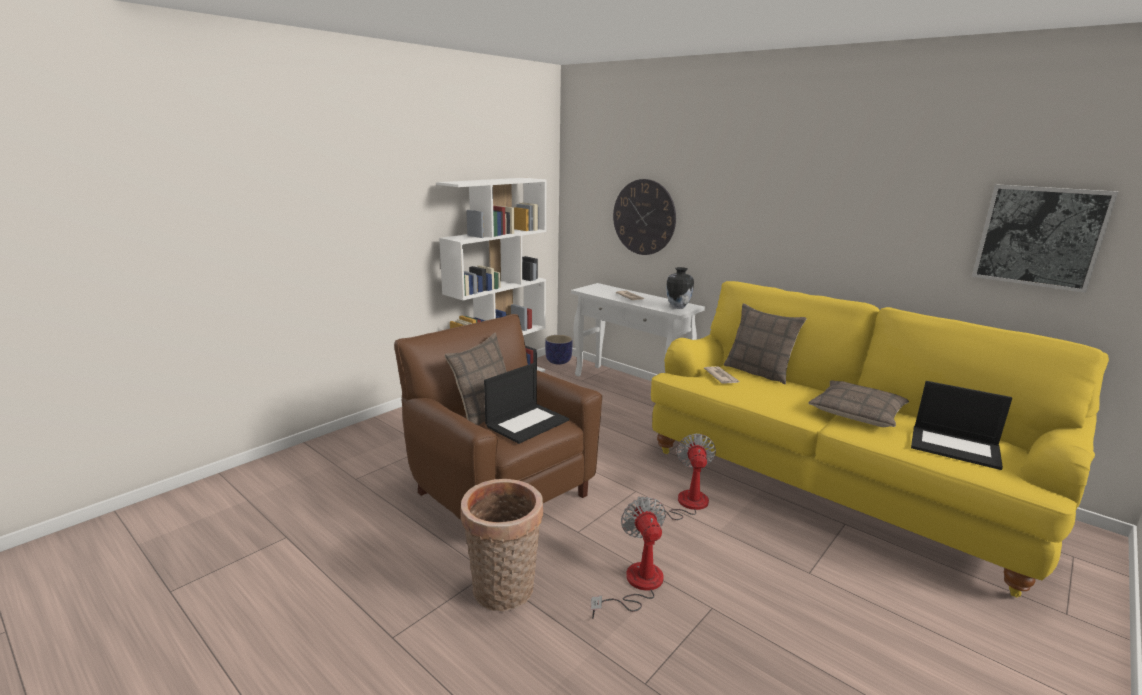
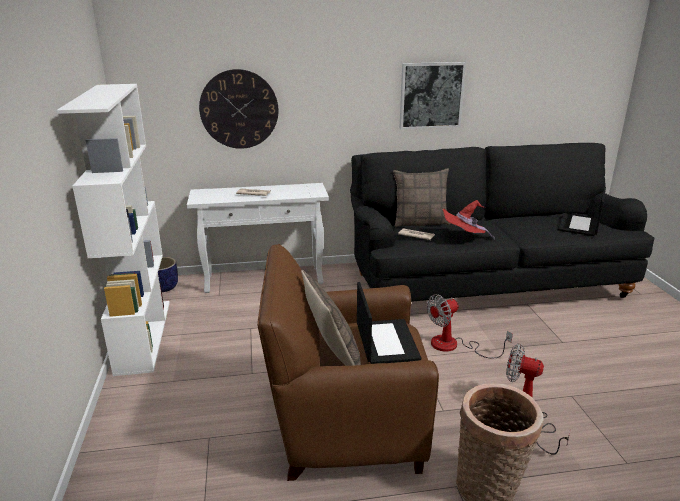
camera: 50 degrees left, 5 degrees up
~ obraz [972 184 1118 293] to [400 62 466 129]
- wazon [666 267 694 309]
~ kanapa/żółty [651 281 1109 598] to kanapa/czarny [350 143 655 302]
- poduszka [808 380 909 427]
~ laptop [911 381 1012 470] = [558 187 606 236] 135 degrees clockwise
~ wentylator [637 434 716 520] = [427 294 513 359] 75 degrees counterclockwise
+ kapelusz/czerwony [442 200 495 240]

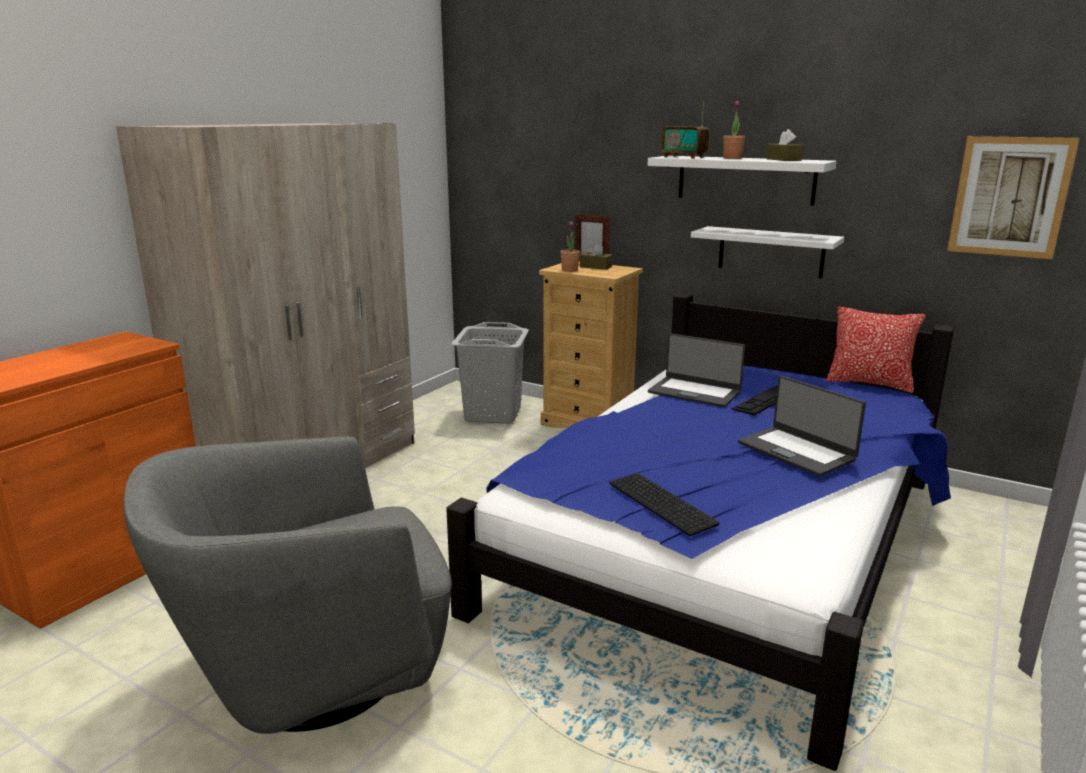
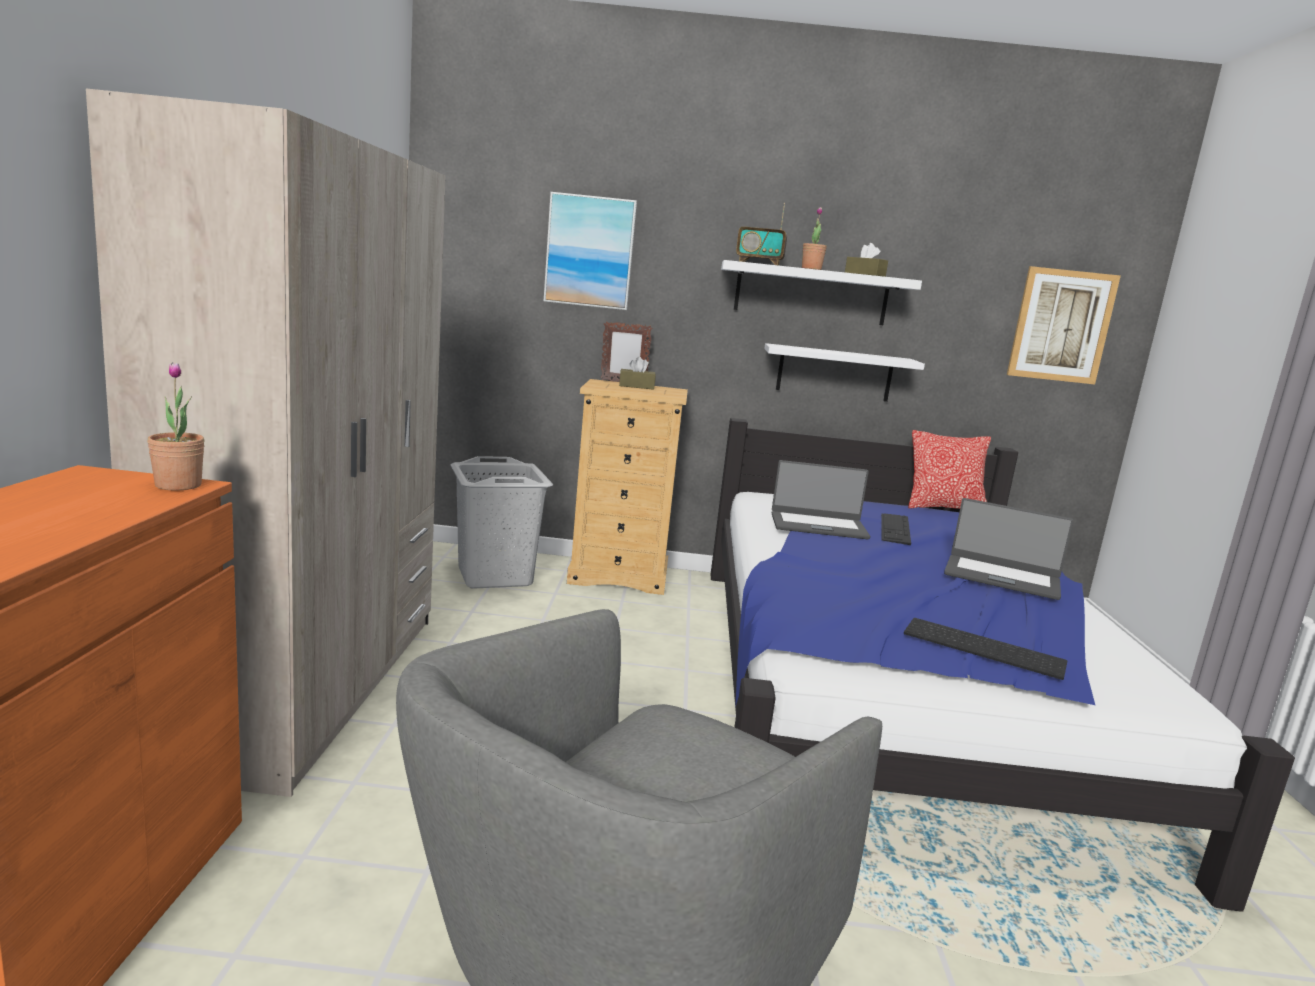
camera: 30 degrees left, 5 degrees down
~ roślina doniczkowa [560 221 580 272] to [147 362 205 490]
+ obraz [543 192 637 310]

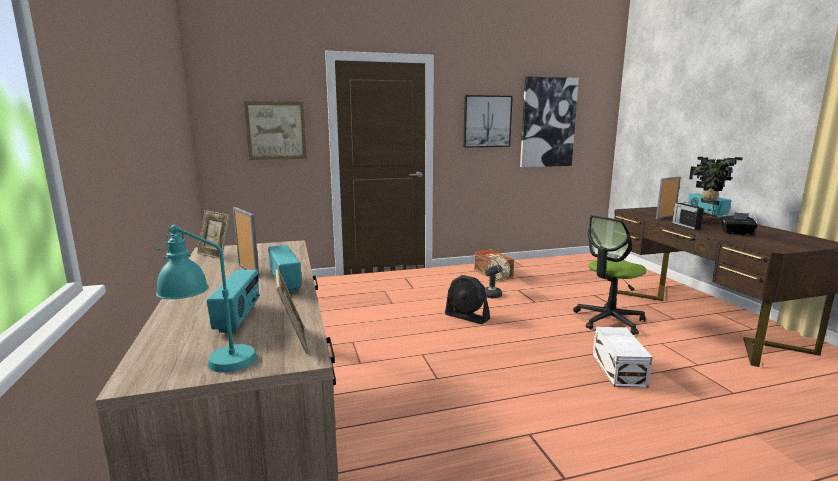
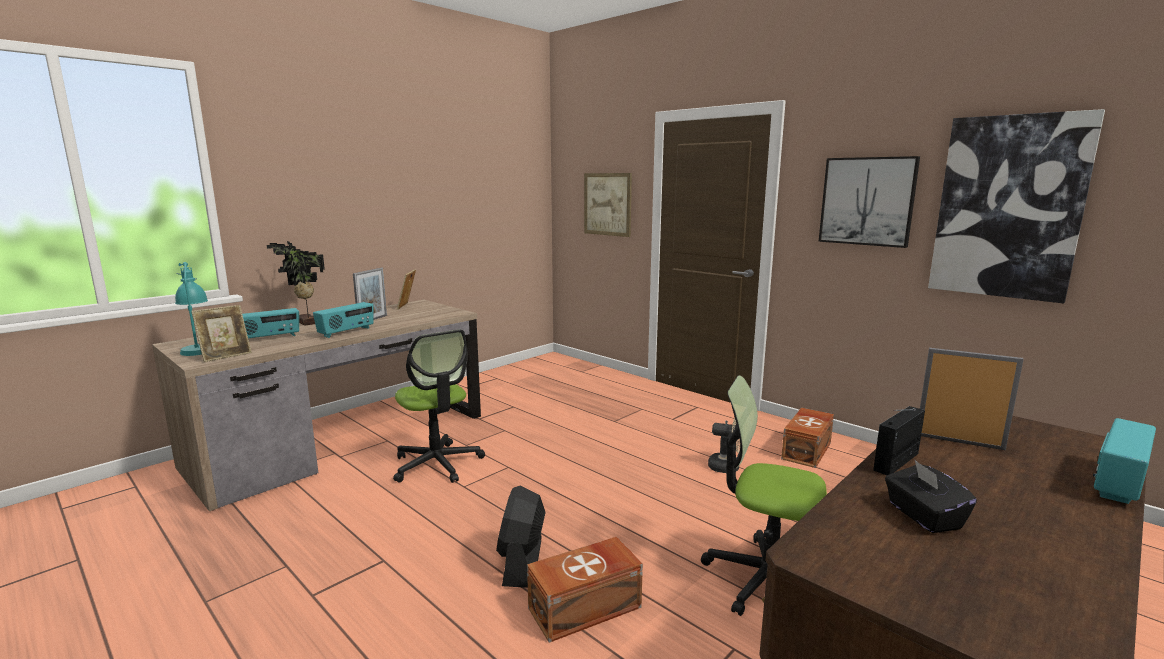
camera: 60 degrees right, 0 degrees up
~ roślina doniczkowa [689 157 743 224] to [266 241 325 326]
~ wentylator/czarny [445 275 490 324] to [496 485 546 588]
~ pojemnik do przechowywania/biały [593 327 652 388] to pojemnik do przechowywania/brązowy [527 537 643 643]
+ krzesło biurowe [393 329 485 483]

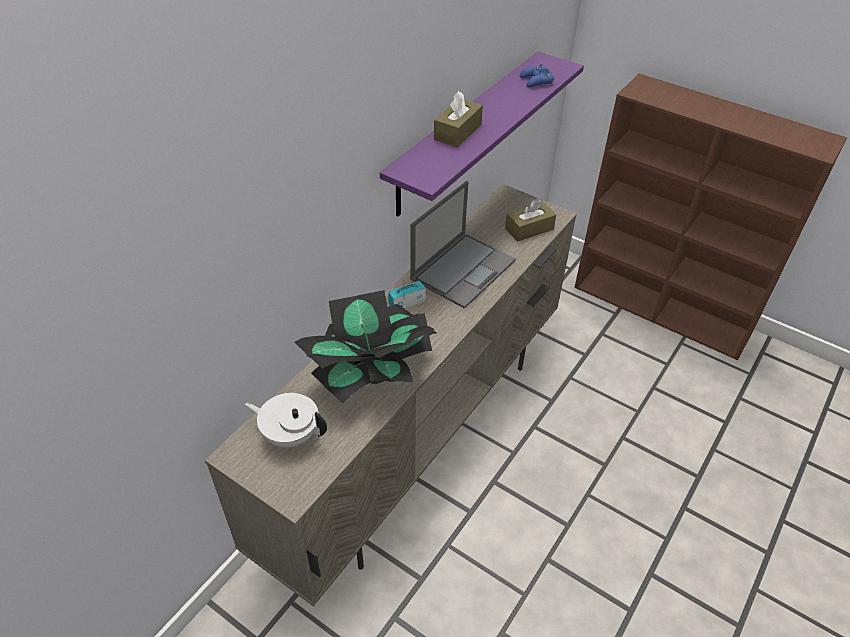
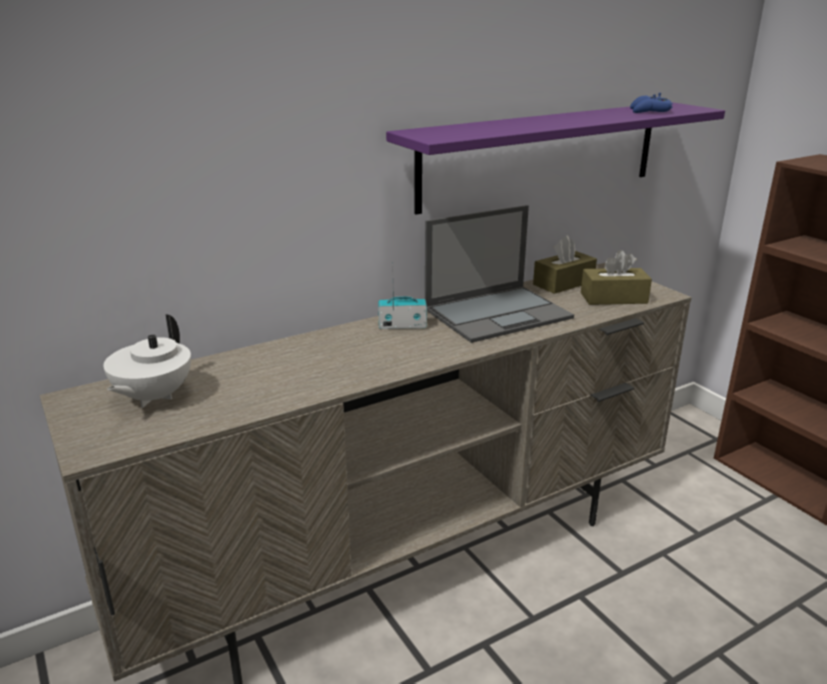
camera: 25 degrees right, 20 degrees down
~ pudełko chusteczek/brązowy [434 91 483 147] to [533 236 597 294]
- roślina doniczkowa [294 290 436 404]
~ imbryk/biały [245 393 327 448] = [103 314 191 408] 120 degrees counterclockwise

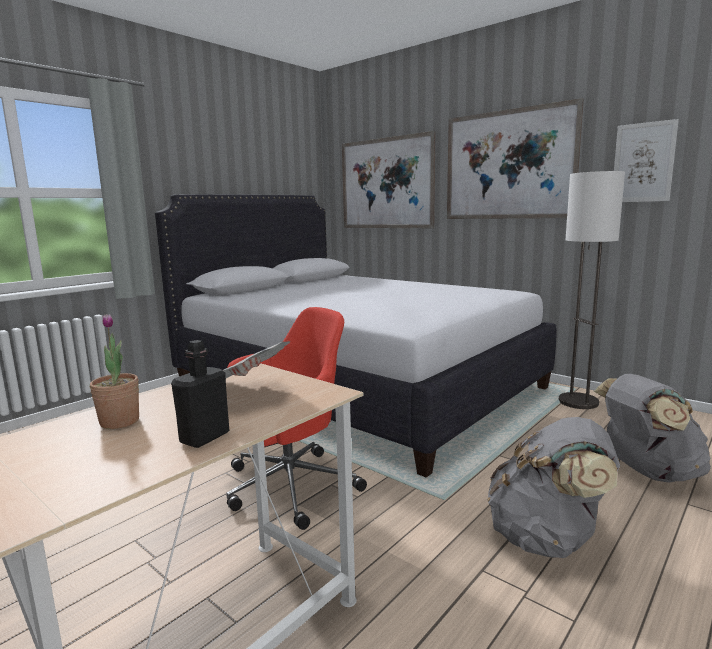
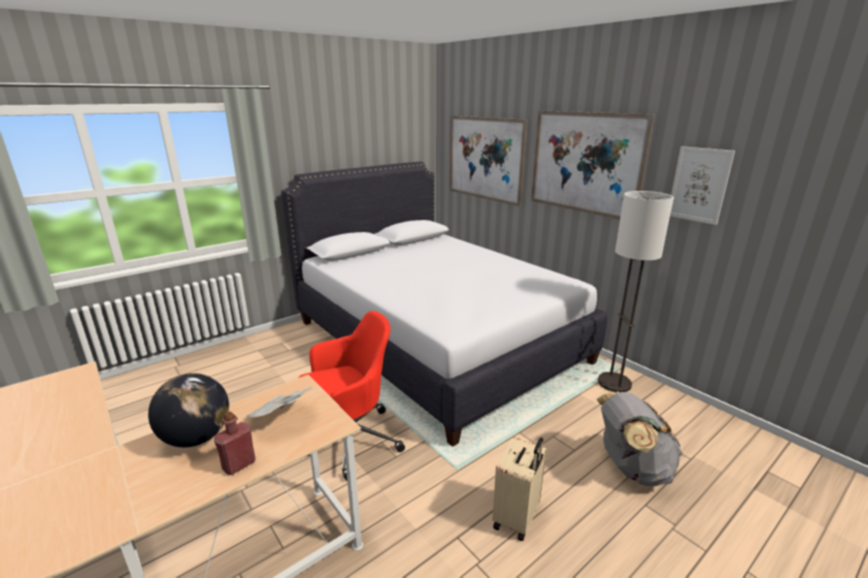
camera: 10 degrees right, 10 degrees up
~ roślina doniczkowa [90 314 139 429] to globus [148 373 229 447]
~ butelka/czarny [171 340 230 448] to butelka/czerwony [214 411 255 475]
~ plecak/szary [487 417 620 558] to walizka/beżowy [492 437 546 541]

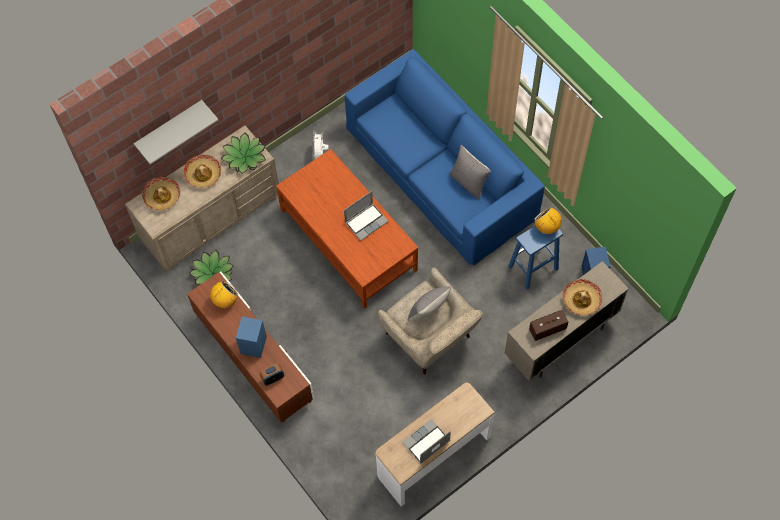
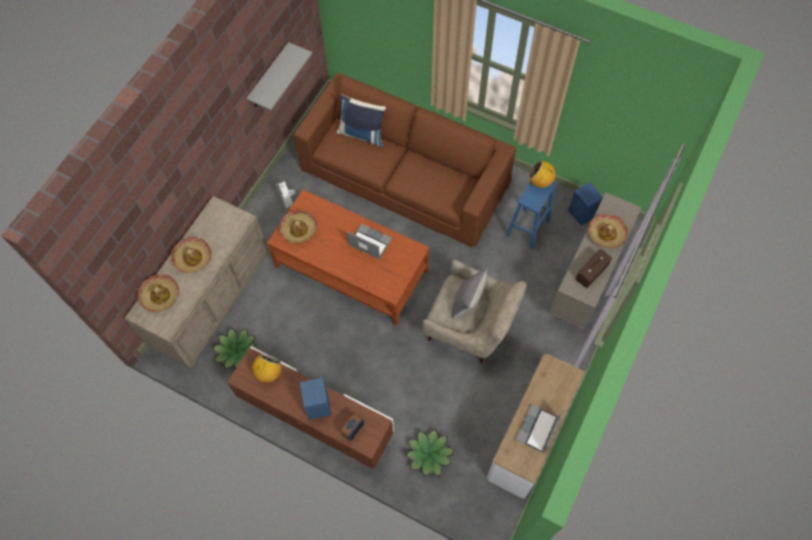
camera: 25 degrees left, 0 degrees up
~ kanapa/niebieski [345 49 545 265] to kanapa/brązowy [294 73 516 248]
~ półka/szary [134 100 218 165] to [246 42 313 110]
~ roślina doniczkowa [221 133 266 173] to [406 429 455 477]
- poduszka/szary [449 145 491 200]
~ laptop [344 191 388 241] = [347 224 392 260] 90 degrees counterclockwise
+ poduszka/niebieski [336 94 386 148]
+ kapelusz [279 210 317 244]

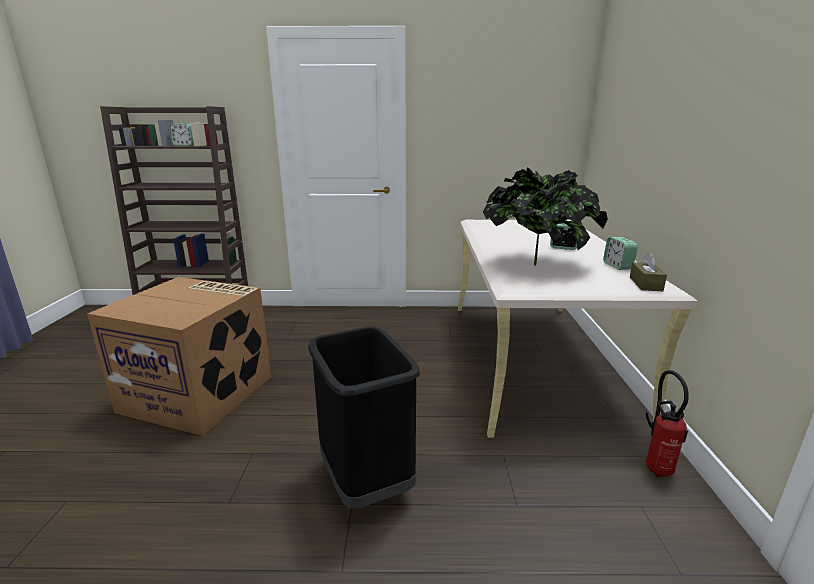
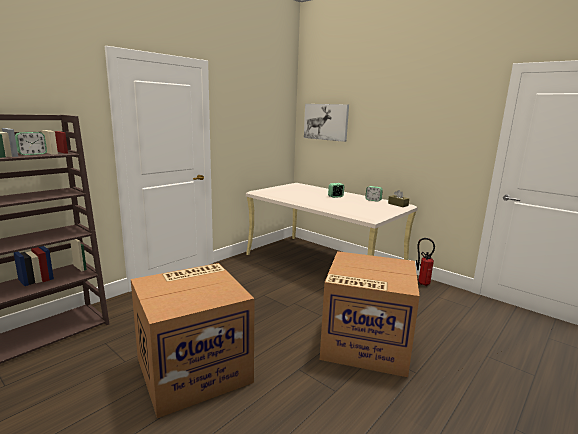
camera: 50 degrees left, 5 degrees down
- roślina doniczkowa [483 167 608 265]
~ kosz na śmieci/czarny [308 326 420 509] to karton [320 251 420 377]
+ obraz [304 104 349 142]

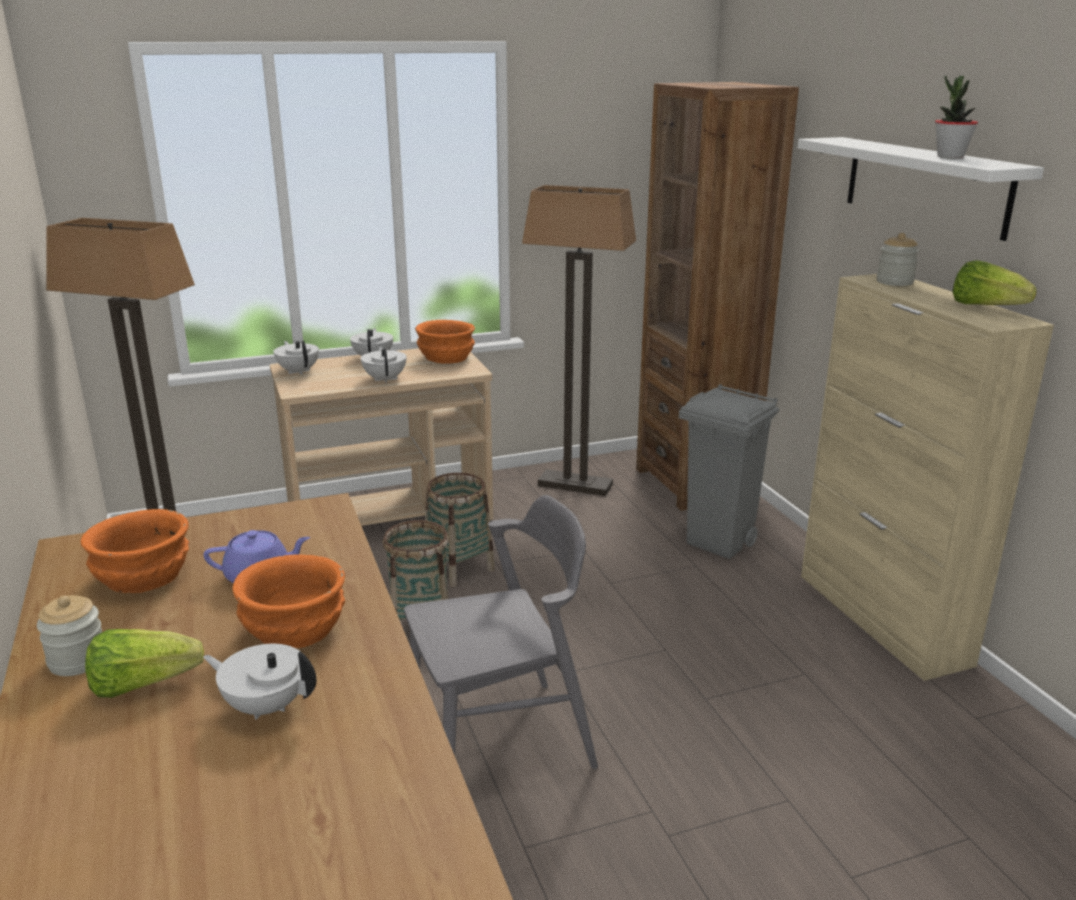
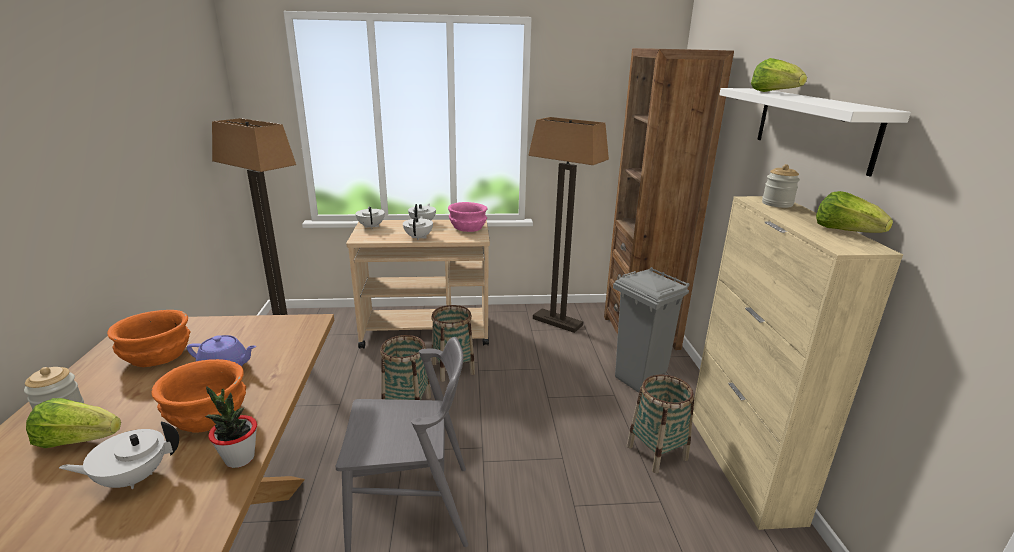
camera: 15 degrees right, 0 degrees up
~ roślina doniczkowa [935 75 978 158] to [205 386 257 468]
~ miska/pomarańczowy [415 320 475 364] to miska/różowy [448 202 488 232]
~ imbryk/biały [203 644 316 720] = [59 421 179 489] 60 degrees counterclockwise
+ sałata [751 58 807 92]
+ koszyk [626 375 694 473]

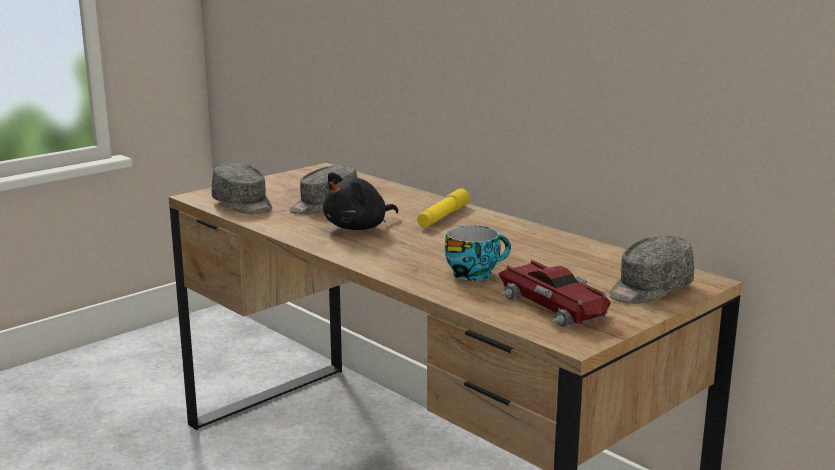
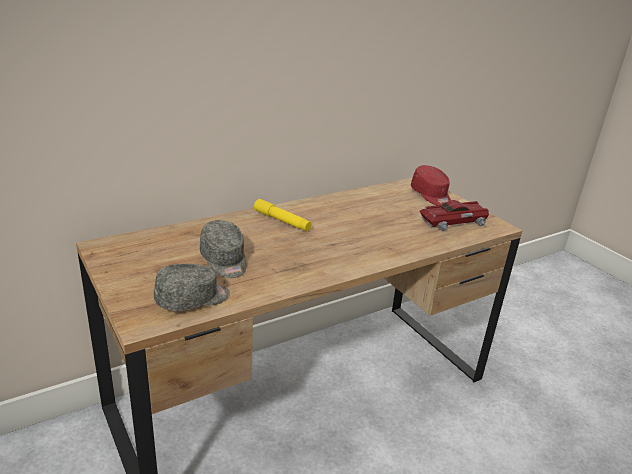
camera: 80 degrees left, 10 degrees up
- pluszak/czarny [323 172 398 230]
- filiżanka [445 225 511 281]
~ czapka z daszkiem/szary [609 235 694 304] to czapka z daszkiem/czerwony [411 165 451 205]

